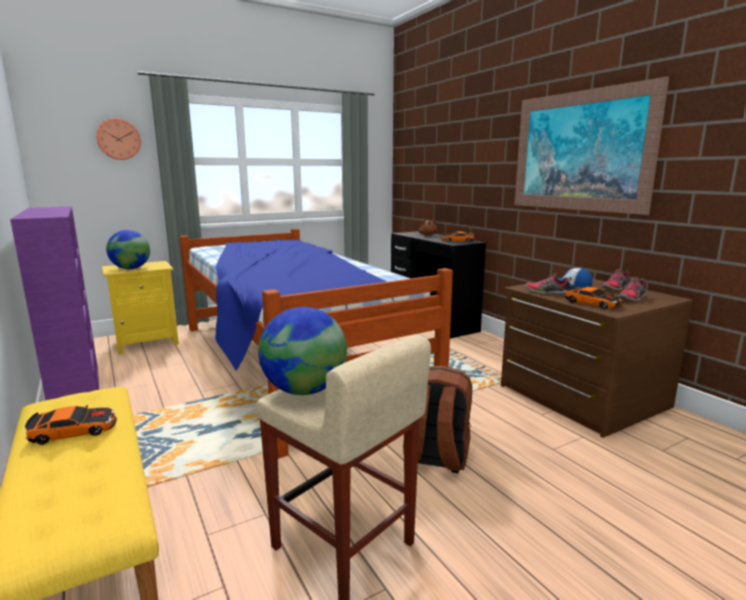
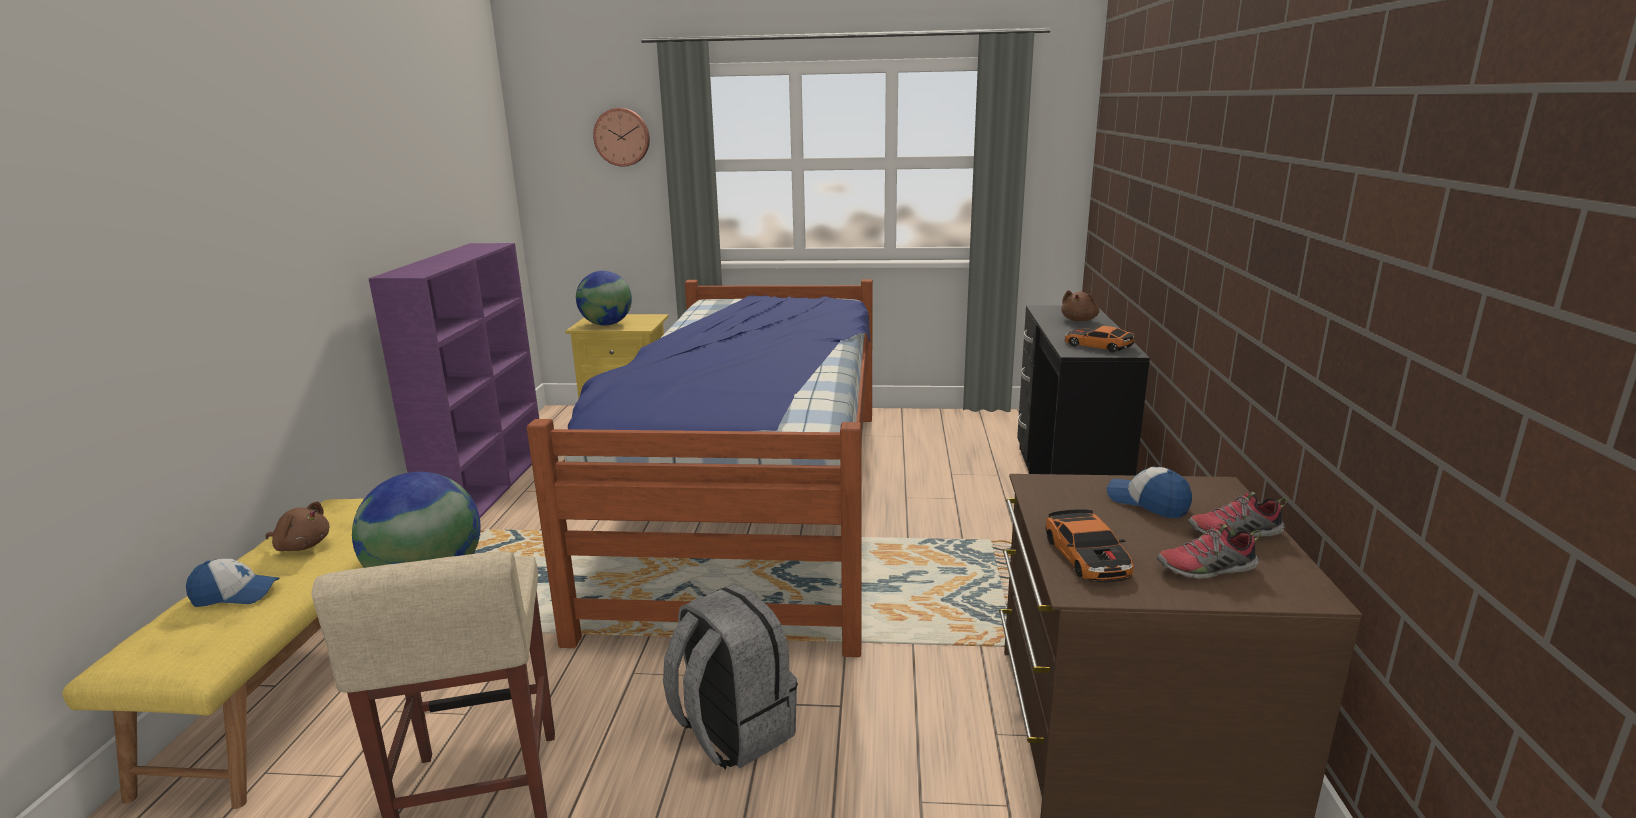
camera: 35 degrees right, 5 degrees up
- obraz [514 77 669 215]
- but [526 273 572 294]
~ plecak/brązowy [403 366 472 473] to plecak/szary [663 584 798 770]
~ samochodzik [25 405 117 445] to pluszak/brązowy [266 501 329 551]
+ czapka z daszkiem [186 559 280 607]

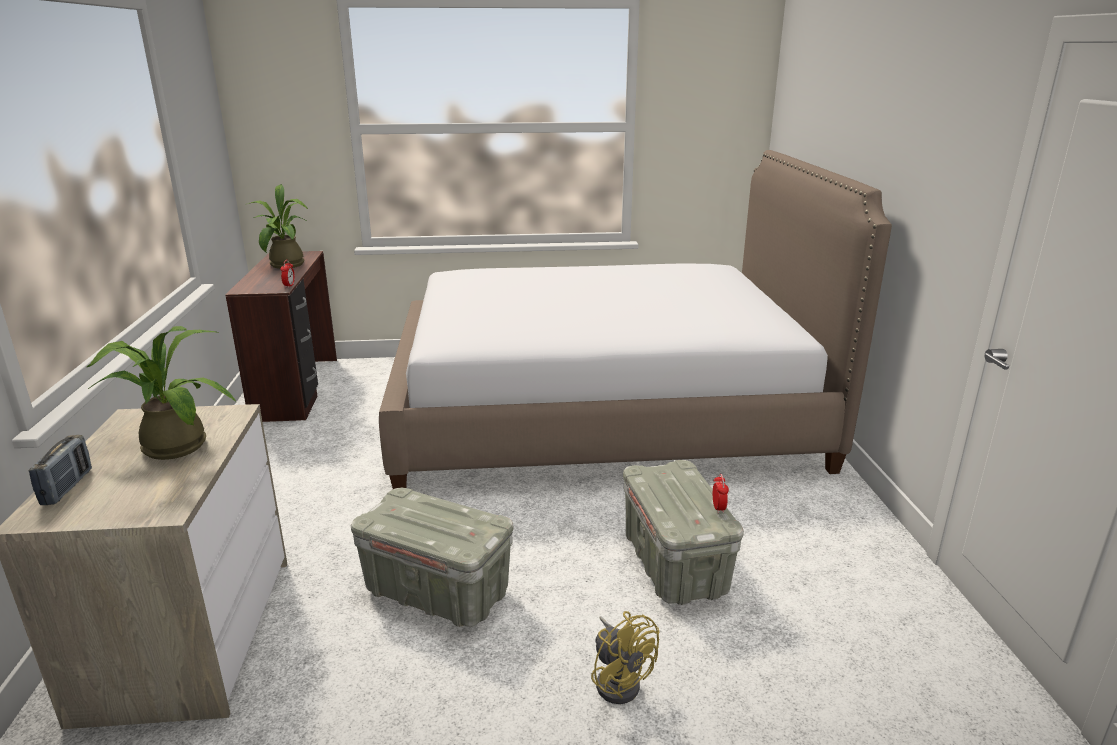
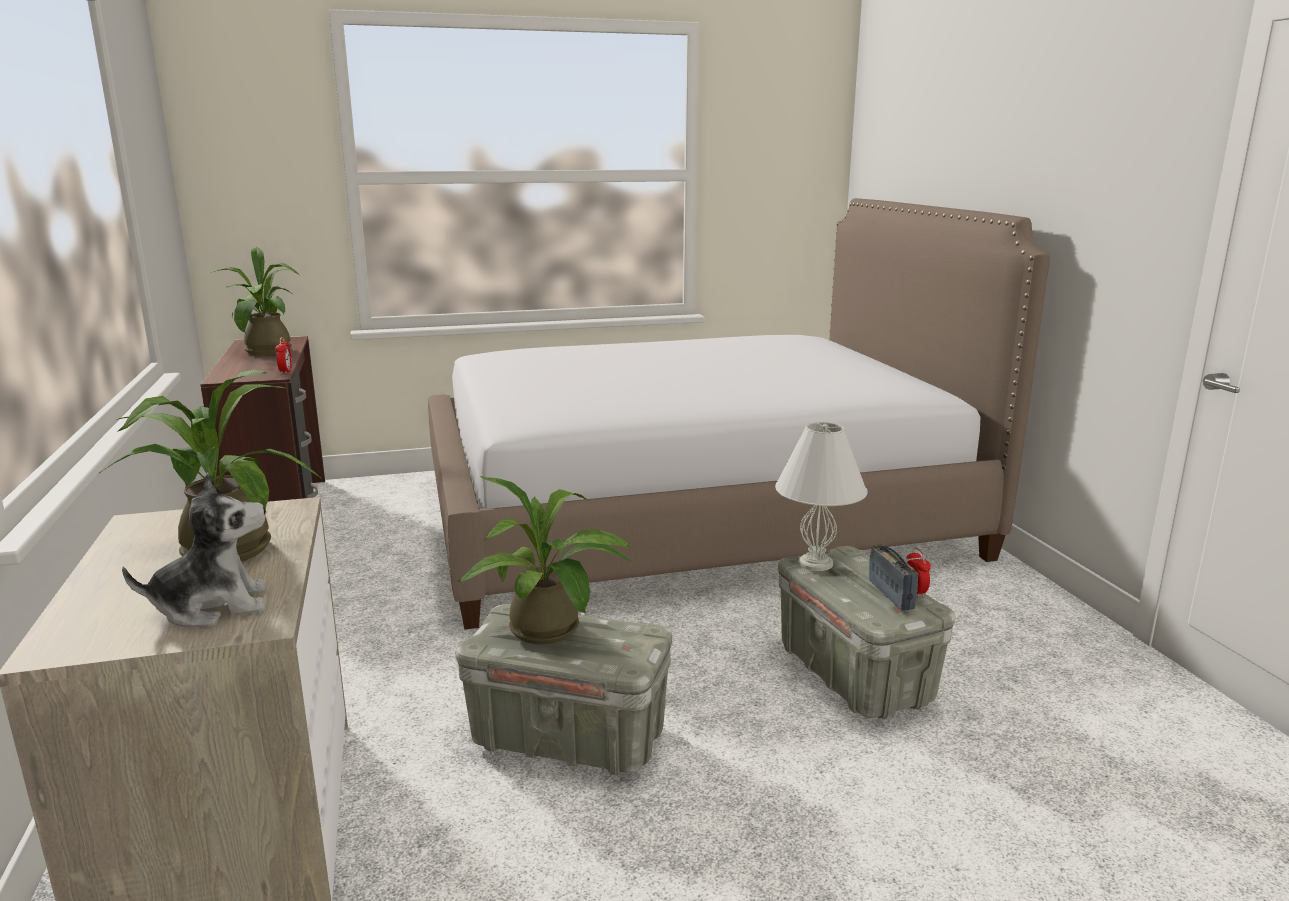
camera: 10 degrees left, 5 degrees down
~ radio [29 435 92 505] to [869 544 918 611]
- wentylator/żółty [591 611 660 704]
+ lampa stołowa/biały [775 422 868 571]
+ pluszak [122 472 266 627]
+ roślina doniczkowa [458 476 634 644]

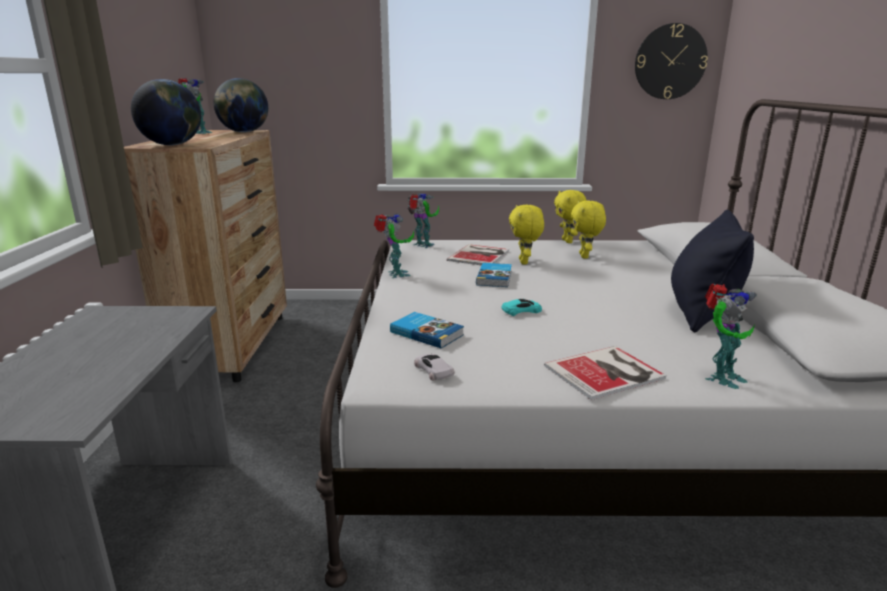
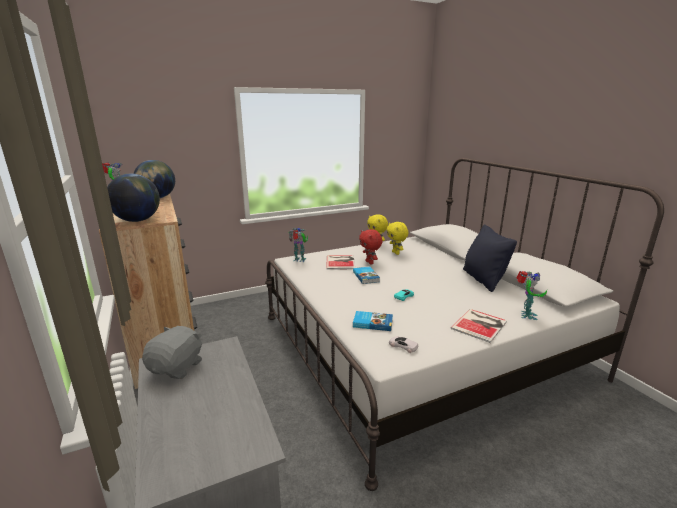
camera: 25 degrees left, 0 degrees up
- zegar ścienny [635 23 708 99]
~ pluszak/żółty [509 205 544 264] to pluszak/czerwony [359 229 383 264]
- robot zabawkowy [374 213 414 278]
+ pluszak/szary [142 326 202 379]

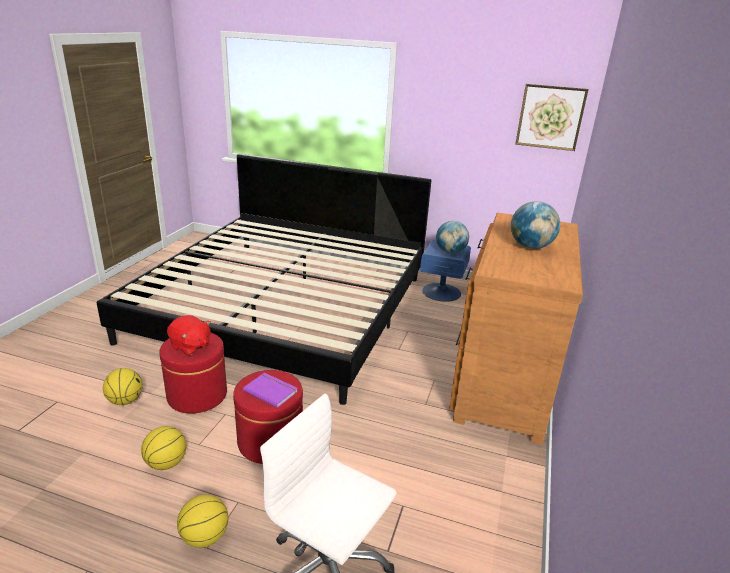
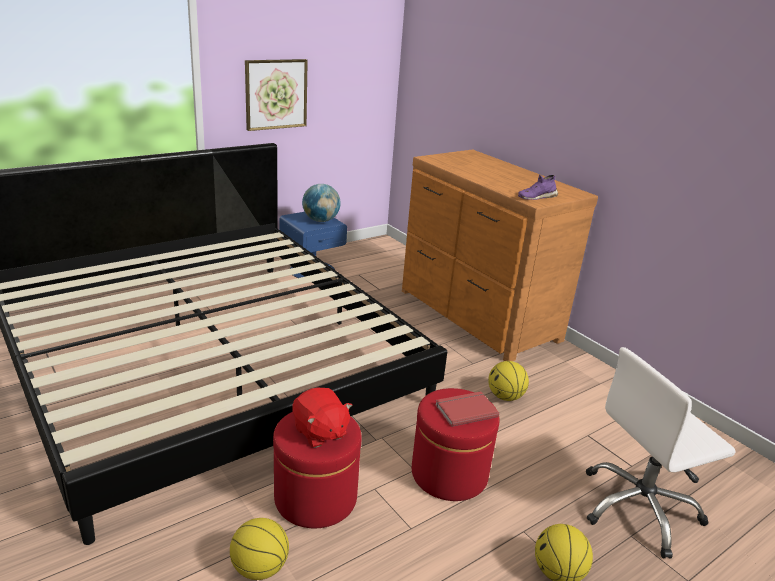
camera: 55 degrees left, 0 degrees up
~ obraz [515 84 589 151] to [245 59 308 131]
- globus [511 201 560 249]
~ pluszak/czerwony [167 315 211 356] = [292 387 352 448] 75 degrees clockwise
~ książka/fioletowy [243 373 298 408] to książka/czerwony [435 391 499 427]
~ piłka do koszykówki [141 426 186 470] to [488 361 529 401]
+ but/fioletowy [518 175 558 200]

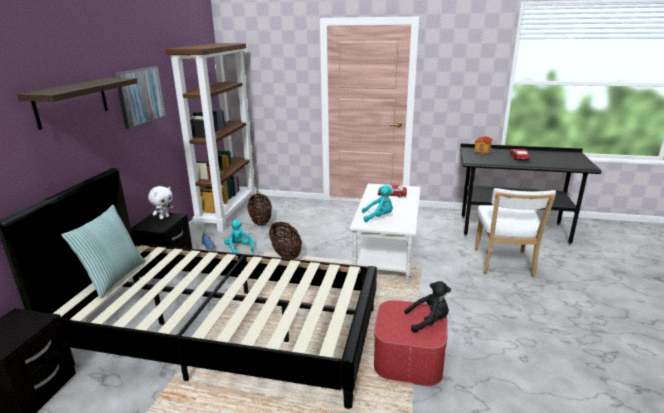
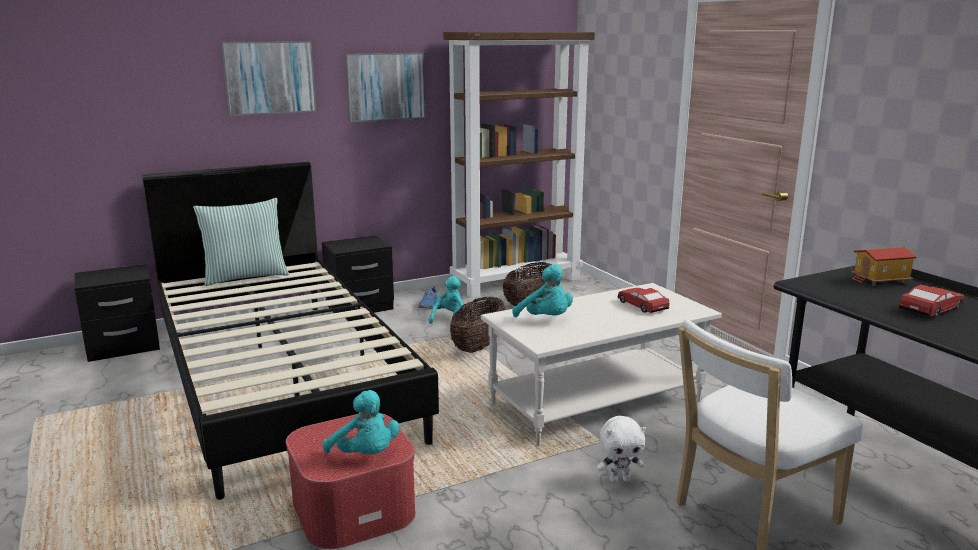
camera: 50 degrees right, 5 degrees down
~ półka [17 78 138 130] to obraz [221 41 316 116]
~ pluszak/biały [148 186 173 220] to [597 416 646 483]
~ pluszak/czarny [404 281 451 333] to pluszak/turkusowy [323 390 400 454]

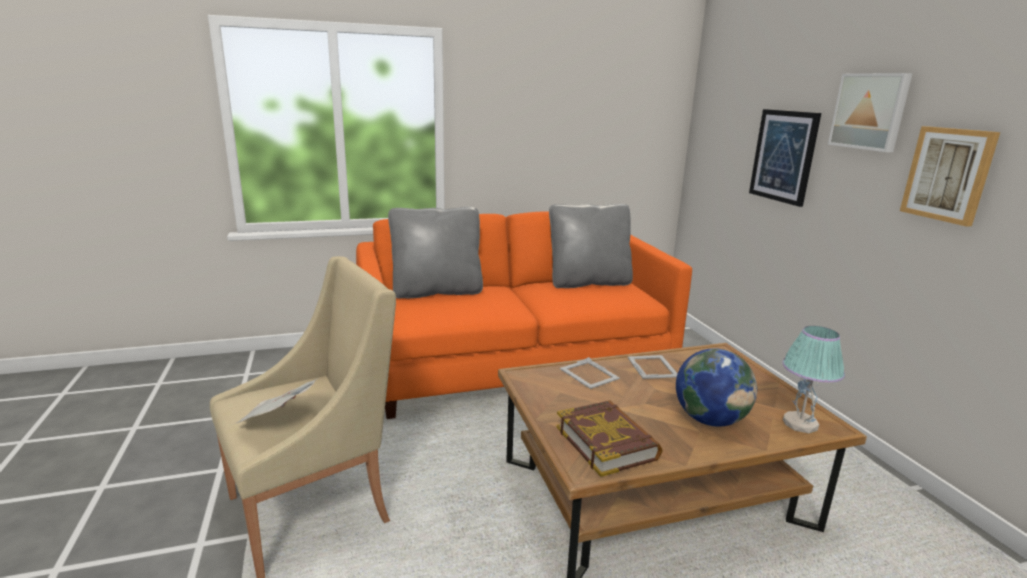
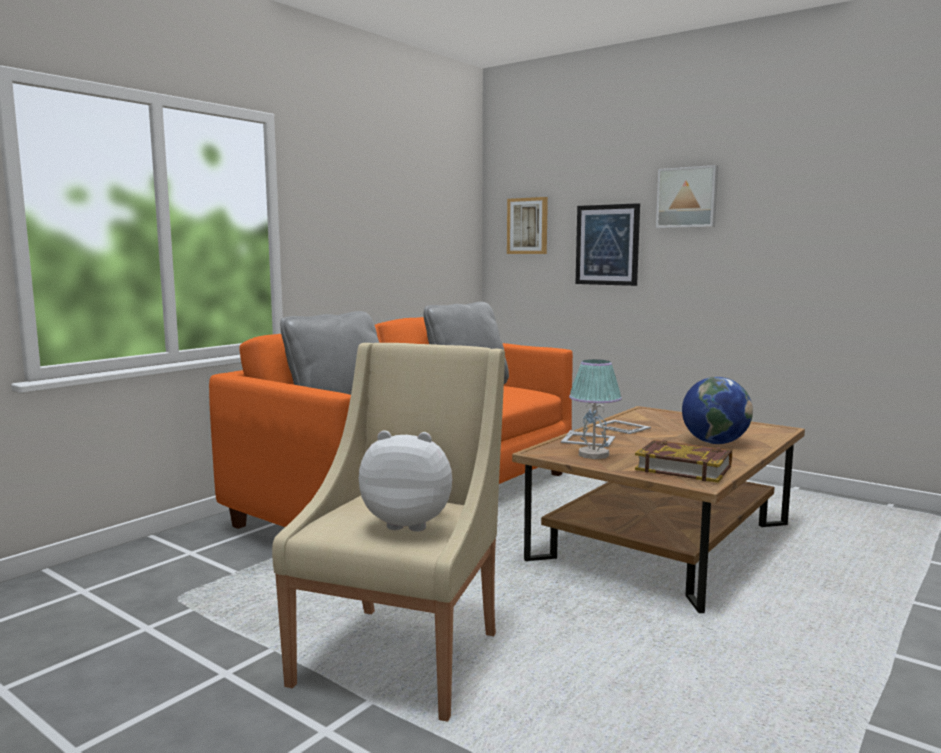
camera: 35 degrees left, 10 degrees down
~ obraz [900 126 1000 227] to [507 197 548 254]
~ lampa stołowa [782 326 845 433] to [569 359 622 459]
~ gazeta [234 378 318 424] to pluszak [359 430 452 532]

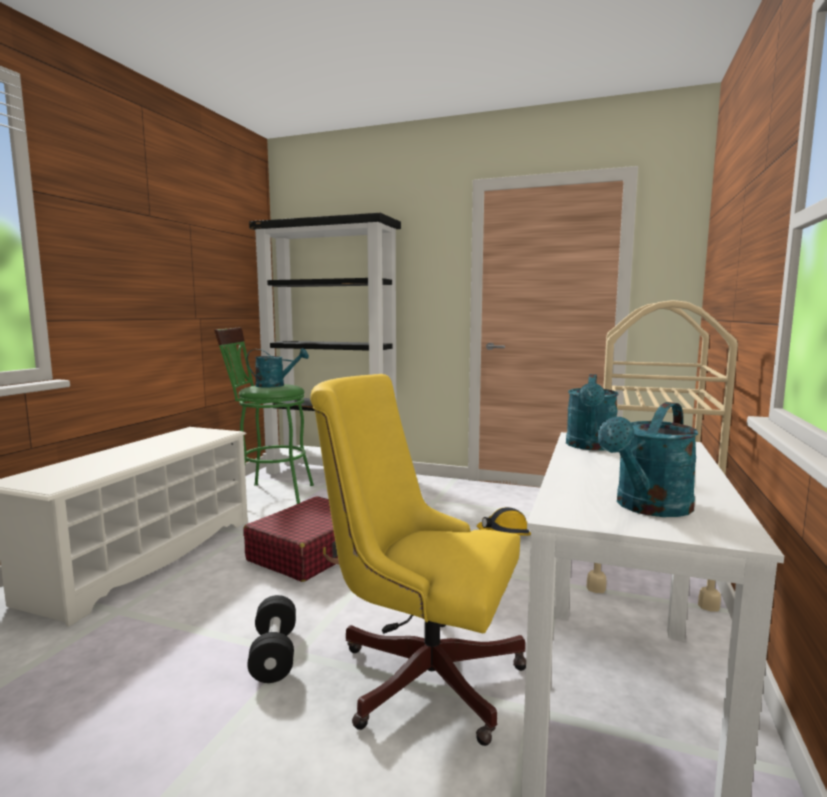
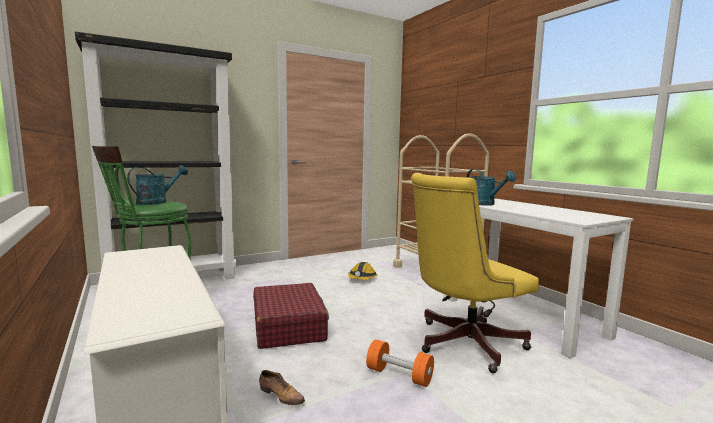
camera: 50 degrees left, 0 degrees up
- konewka/turkusowy [597 402 698 517]
~ hantel/czarny [247 595 296 683] to hantel/pomarańczowy [366 340 434 387]
+ but [259 370 305 405]

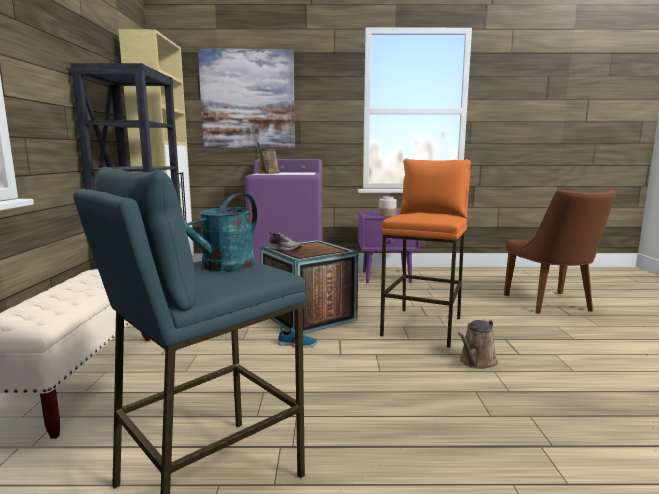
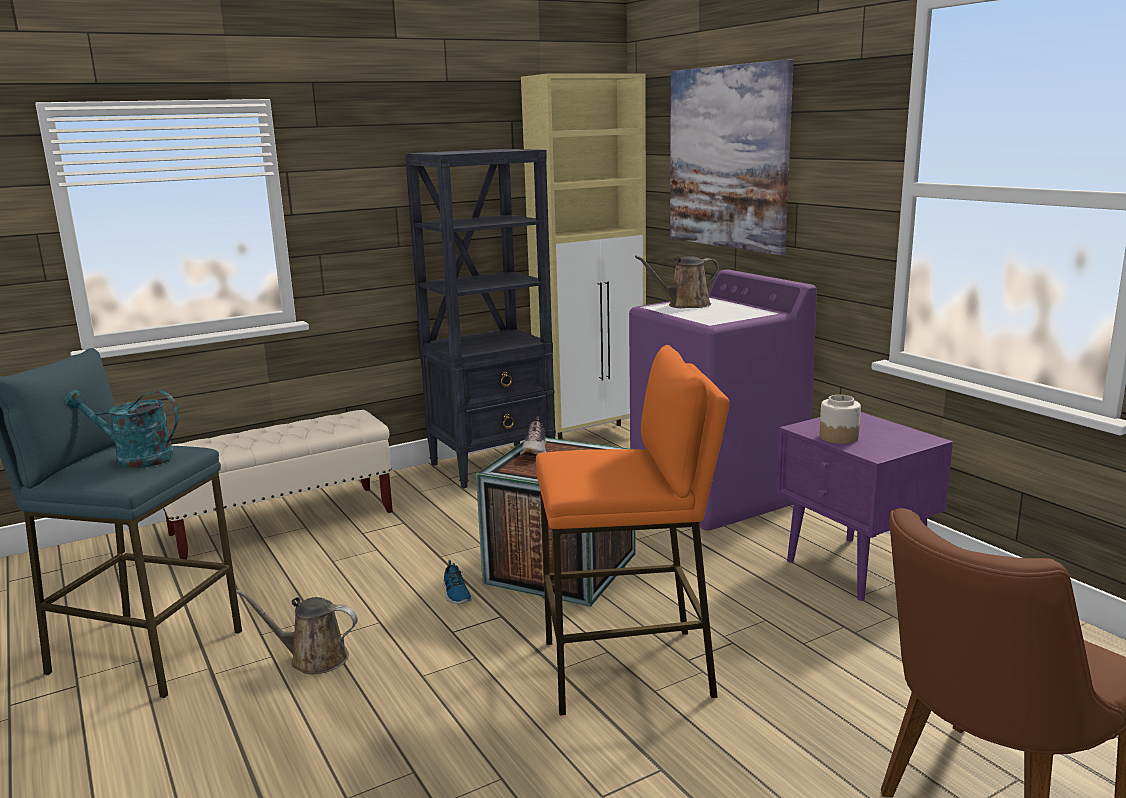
camera: 60 degrees right, 5 degrees up
~ konewka/brązowy [458 319 498 369] to [236 589 358 674]

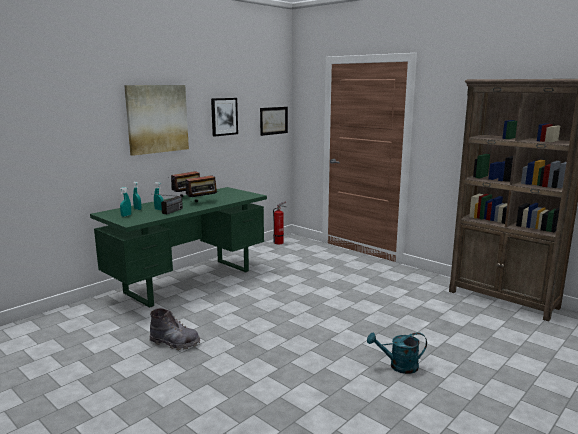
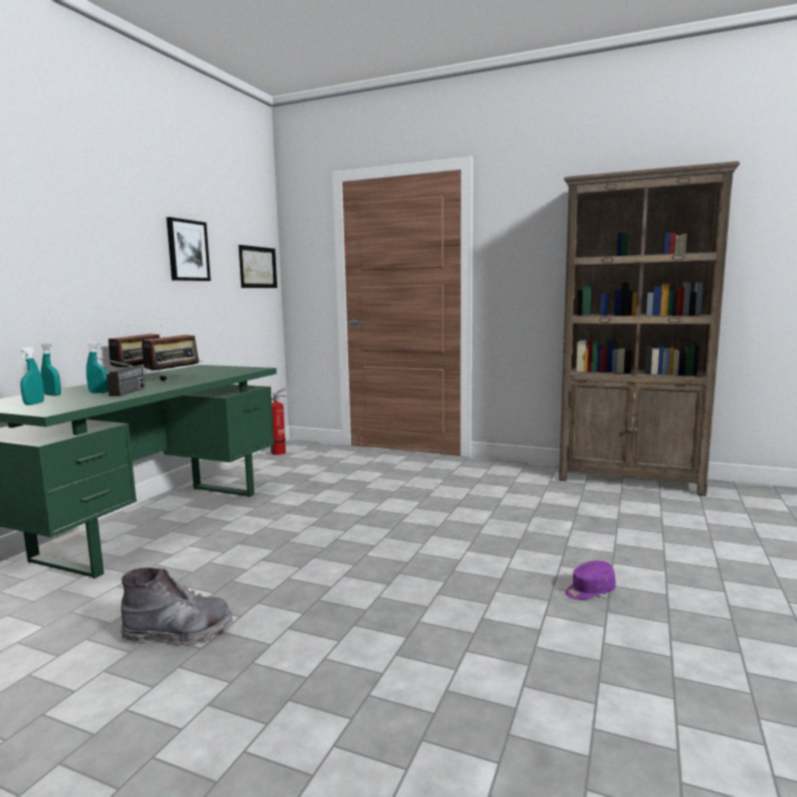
camera: 20 degrees left, 5 degrees down
- obraz [124 85 189 156]
~ konewka/turkusowy [367 332 427 374] to czapka z daszkiem/fioletowy [565 560 616 600]

